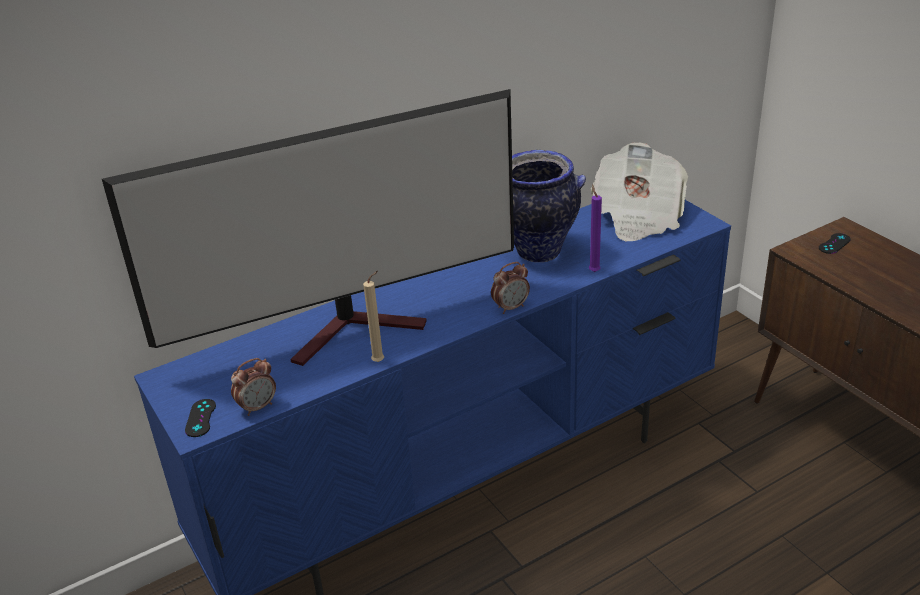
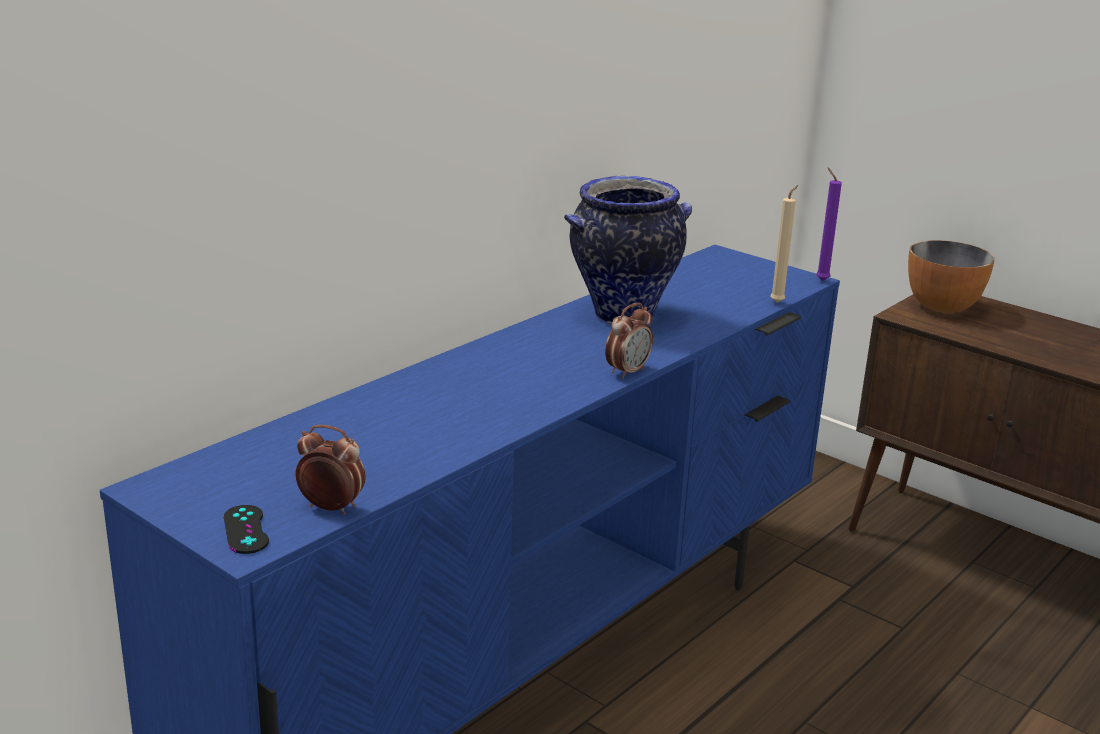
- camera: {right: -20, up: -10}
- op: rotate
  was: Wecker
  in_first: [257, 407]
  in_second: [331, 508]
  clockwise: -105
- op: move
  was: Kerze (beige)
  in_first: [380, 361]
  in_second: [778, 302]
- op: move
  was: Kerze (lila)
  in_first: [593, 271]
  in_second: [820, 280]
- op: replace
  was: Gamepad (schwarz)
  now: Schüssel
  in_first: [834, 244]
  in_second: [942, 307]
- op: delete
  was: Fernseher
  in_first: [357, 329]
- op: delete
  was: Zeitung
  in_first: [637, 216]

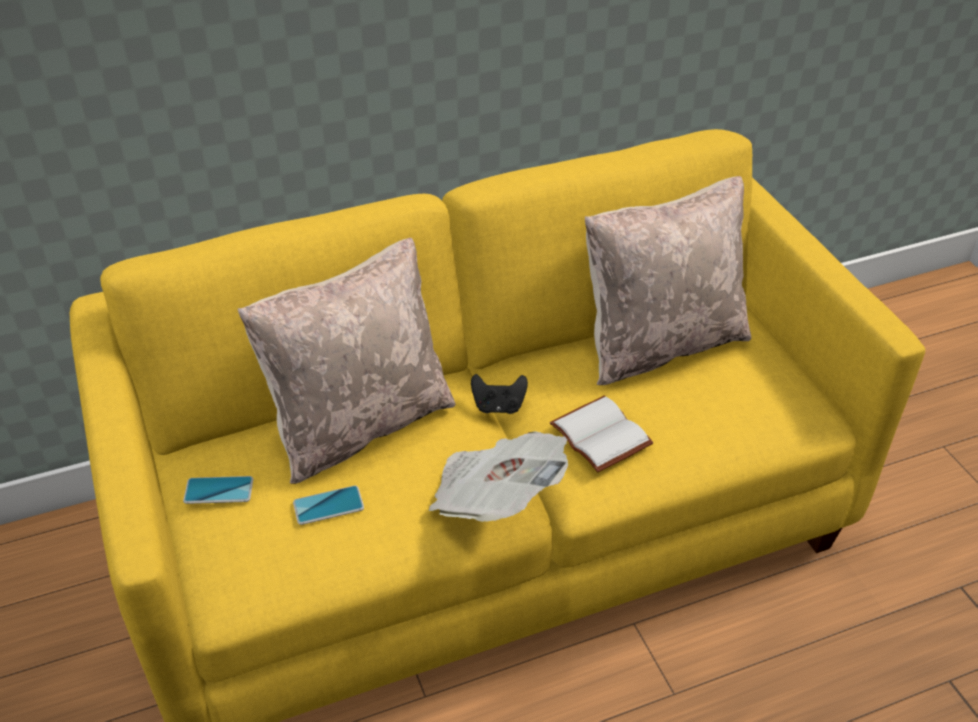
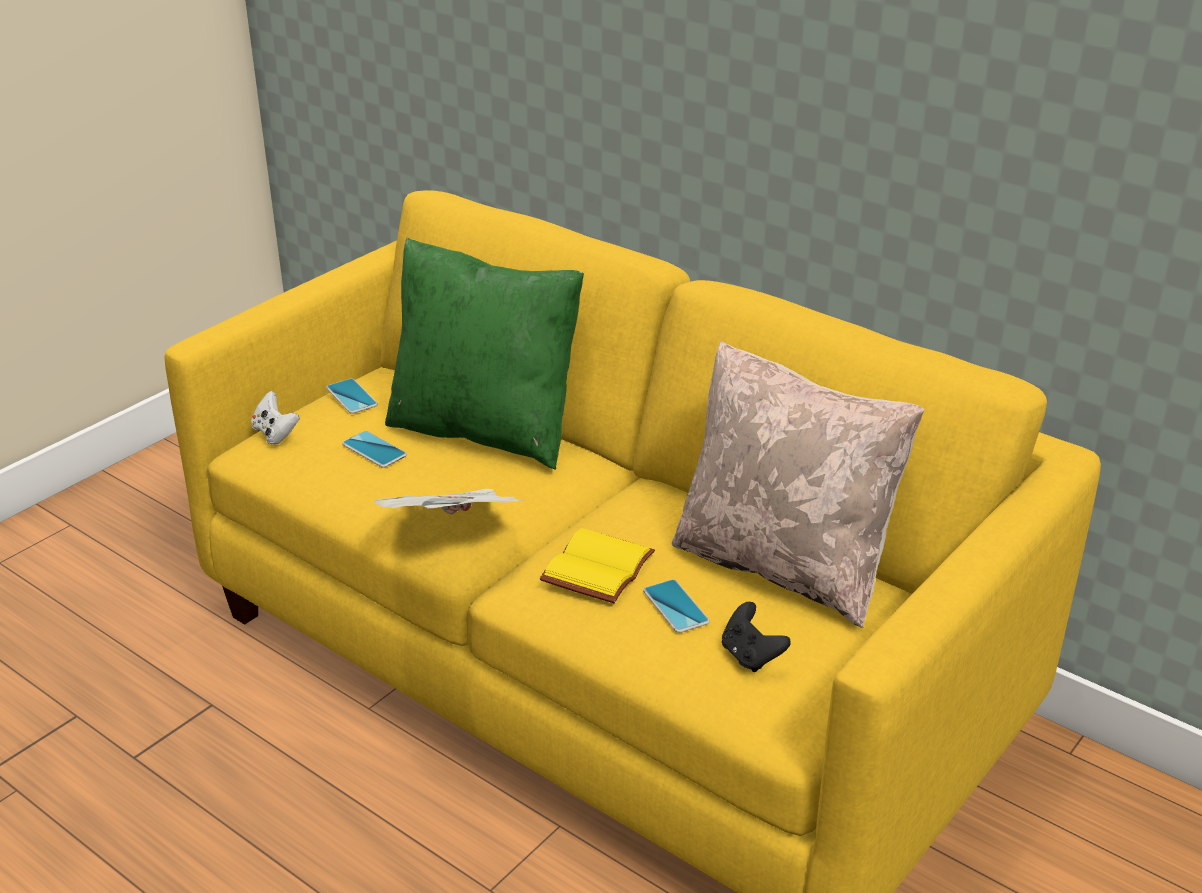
- camera: {right: 60, up: -10}
- op: insert
  now: Gamepad (weiß)
  in_second: [275, 434]
- op: recolor
  was: Kissen (beige)
  now: Kissen (grün)
  in_first: [359, 423]
  in_second: [486, 430]
- op: recolor
  was: Buch (weiß)
  now: Buch (gelb)
  in_first: [603, 435]
  in_second: [599, 570]
- op: insert
  now: Handy
  in_second: [675, 607]
- op: move
  was: Gamepad (schwarz)
  in_first: [498, 406]
  in_second: [750, 656]

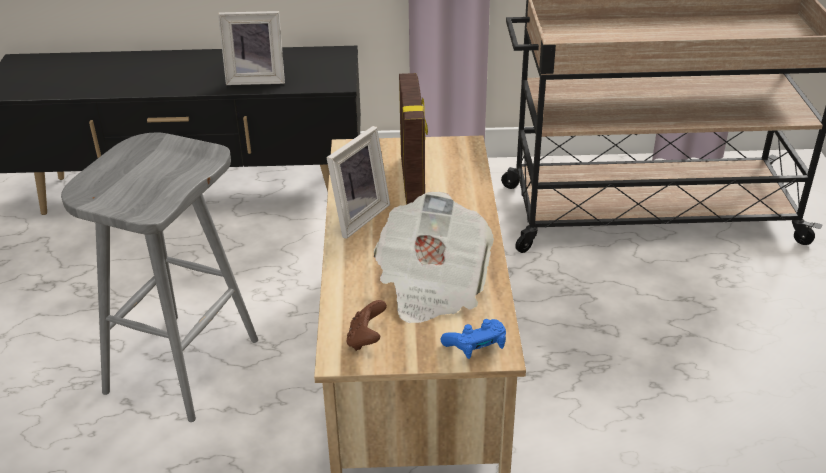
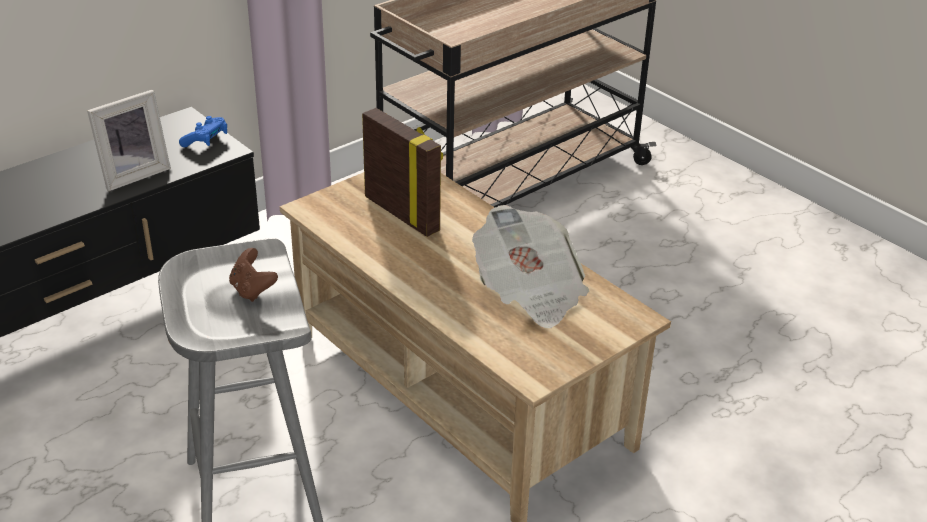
- camera: {right: -40, up: 0}
- op: move
  was: Gamepad (blau)
  in_first: [476, 346]
  in_second: [206, 140]
- op: move
  was: Gamepad (braun)
  in_first: [366, 339]
  in_second: [252, 290]
- op: delete
  was: Bilderrahmen
  in_first: [356, 217]

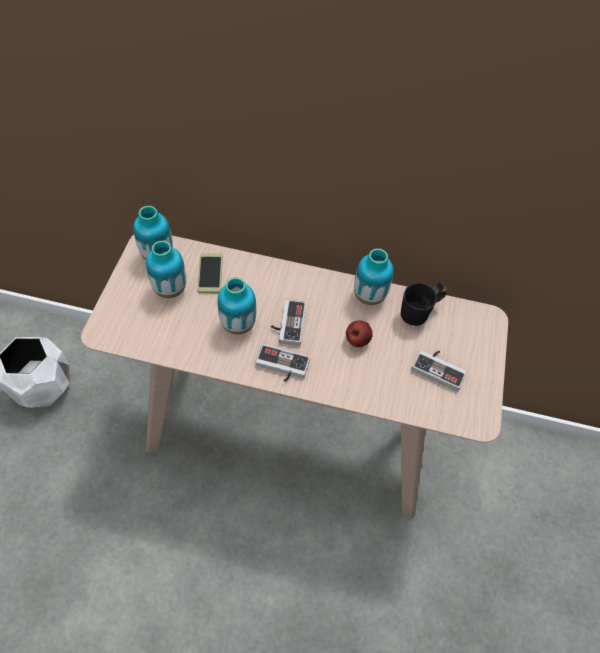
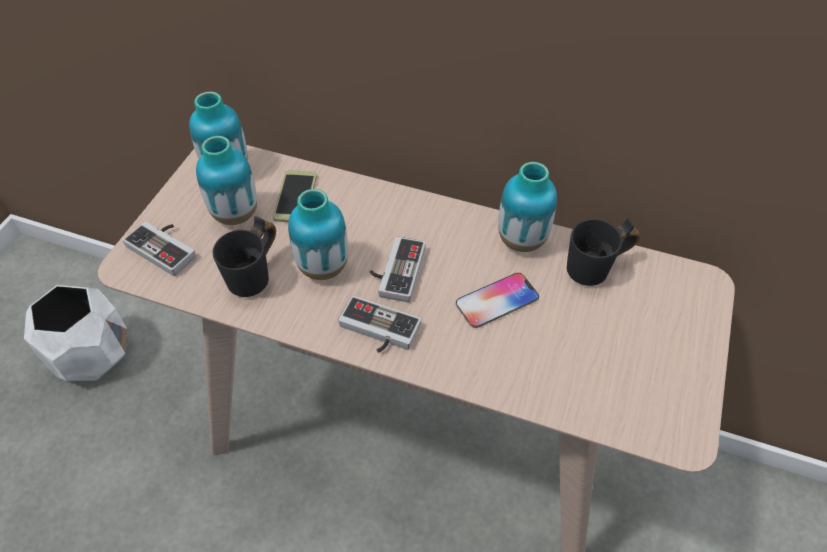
- camera: {right: 10, up: -5}
- op: move
  was: Gamepad
  in_first: [439, 368]
  in_second: [166, 247]
- op: insert
  now: Henkelbecher (schwarz)
  in_second: [259, 277]
- op: replace
  was: Apfel
  now: Handy
  in_first: [357, 340]
  in_second: [497, 301]

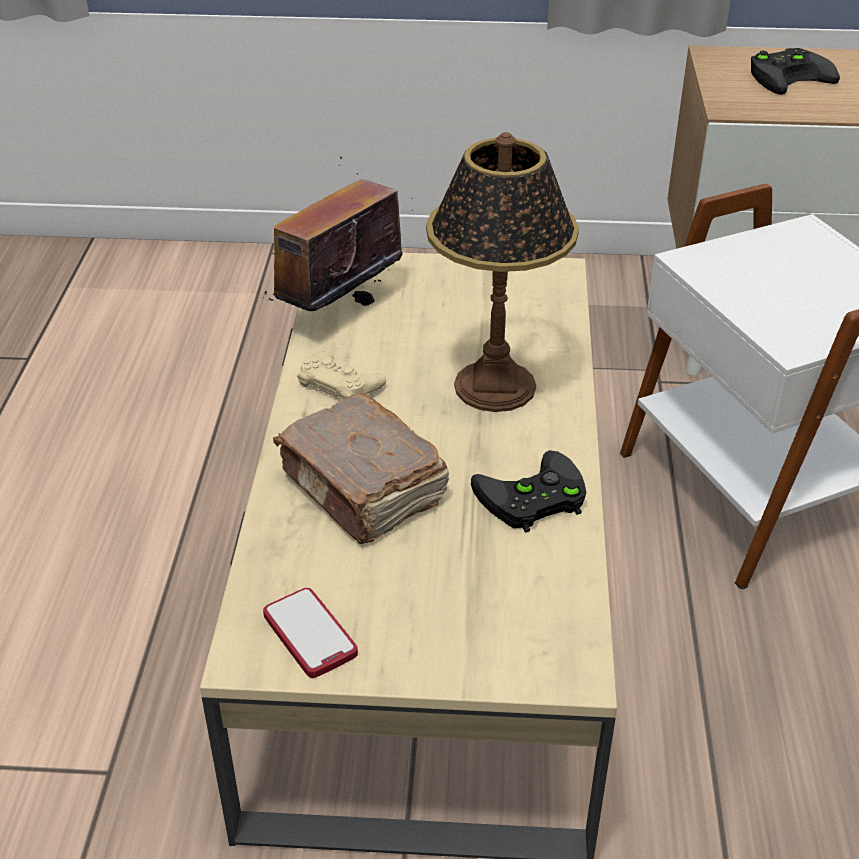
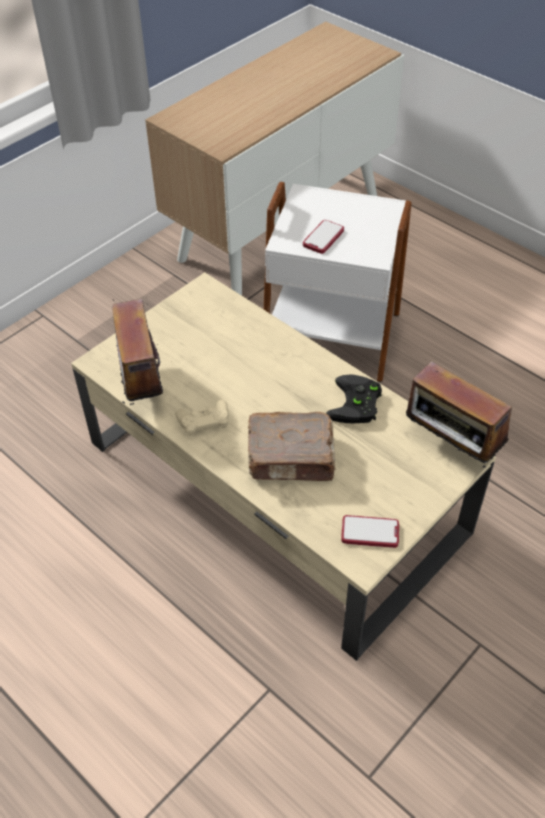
- camera: {right: -50, up: 10}
- op: insert
  now: Handy
  in_second: [323, 238]
- op: insert
  now: Radio
  in_second: [450, 447]
- op: delete
  was: Tischlampe
  in_first: [496, 387]
- op: delete
  was: Gamepad (schwarz)
  in_first: [789, 76]

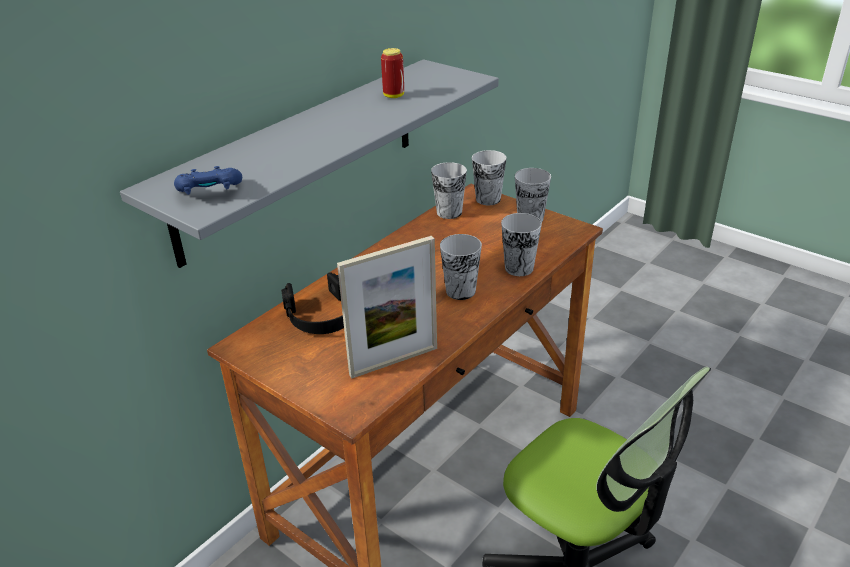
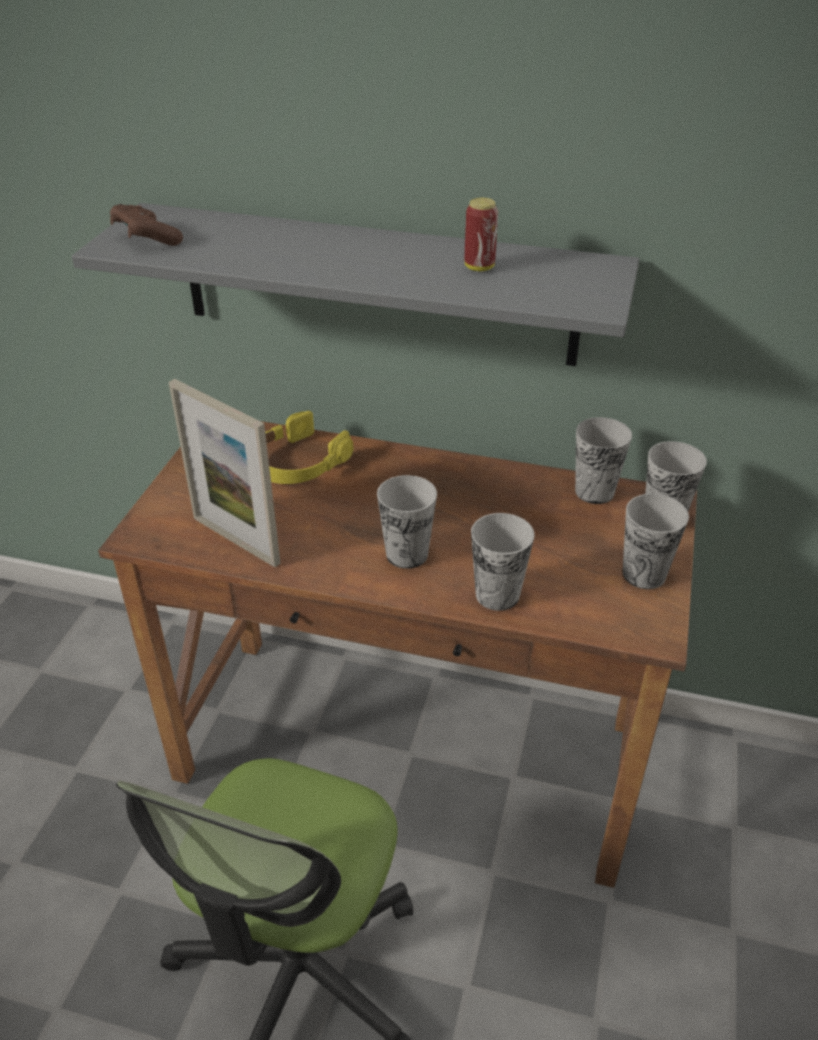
- camera: {right: 65, up: 5}
- op: recolor
  was: Gamepad (blau)
  now: Gamepad (braun)
  in_first: [210, 194]
  in_second: [146, 239]
- op: recolor
  was: Kopfhörer (schwarz)
  now: Kopfhörer (gelb)
  in_first: [321, 315]
  in_second: [298, 462]

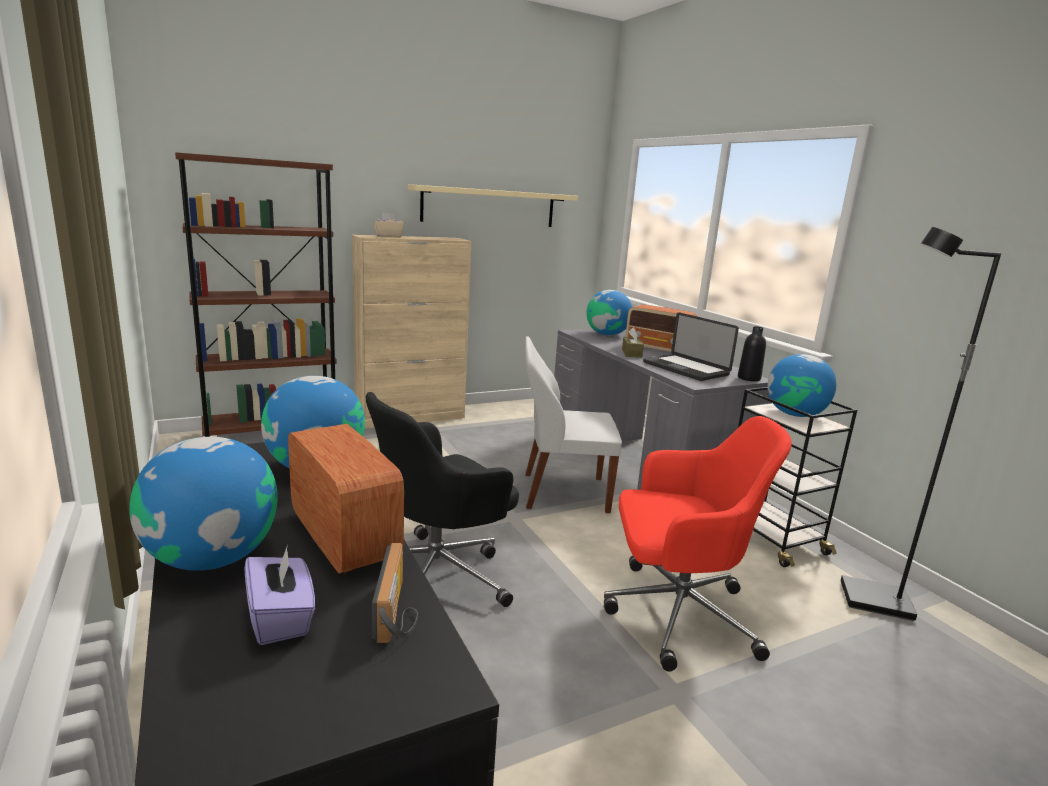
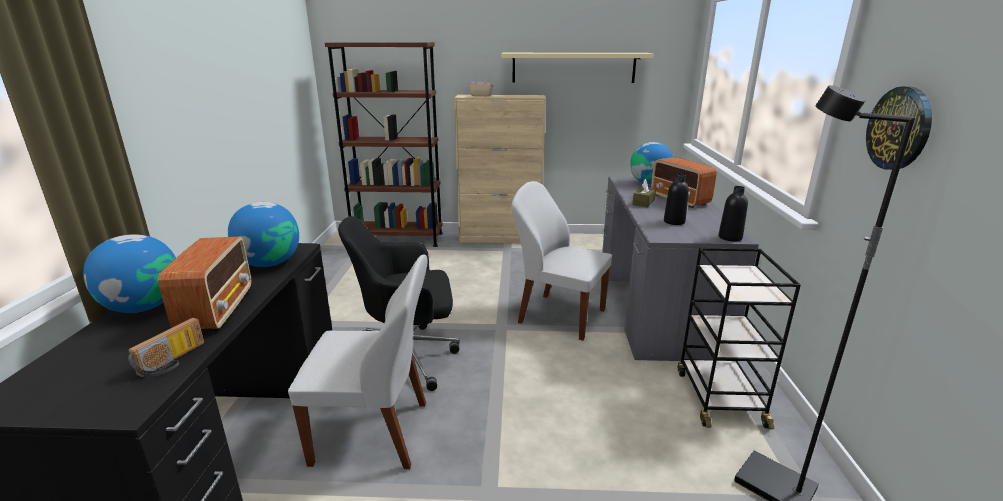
- camera: {right: 30, up: 5}
- op: insert
  now: Stuhl (weiß)
  in_second: [375, 433]
- op: replace
  was: Laptop
  now: Flasche (schwarz)
  in_first: [685, 369]
  in_second: [674, 222]
- op: insert
  now: Wanduhr
  in_second: [899, 128]
- op: delete
  was: Taschentuchbox (lila)
  in_first: [281, 618]
- op: delete
  was: Bürostuhl (rot)
  in_first: [675, 614]
- op: delete
  was: Globus
  in_first: [795, 414]

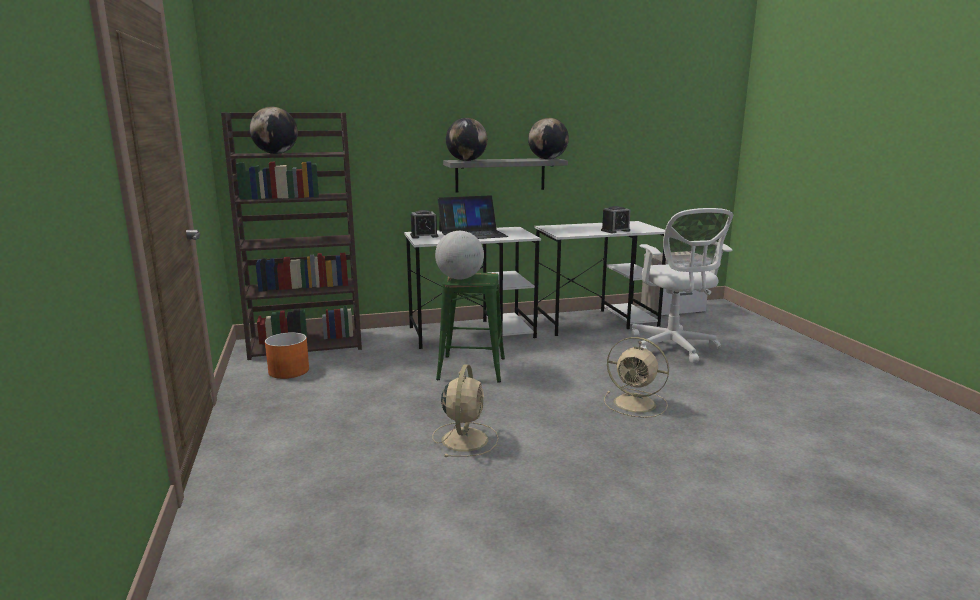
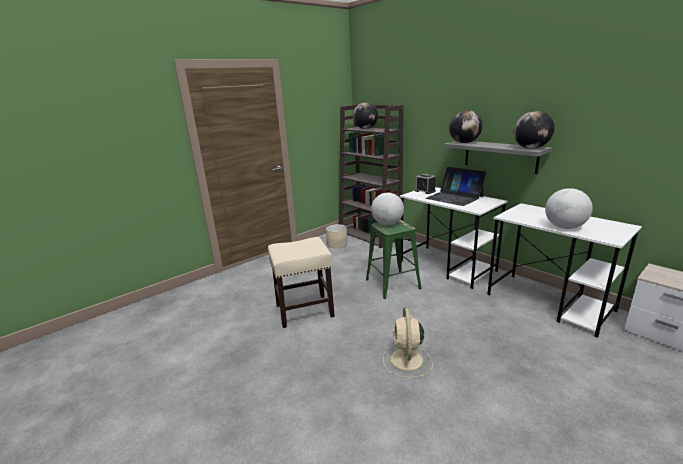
- camera: {right: 65, up: 5}
- op: replace
  was: Ventilator (beige)
  now: Hocker (beige)
  in_first: [465, 438]
  in_second: [305, 310]
- op: recolor
  was: Pflanzkübel (orange)
  now: Pflanzkübel (beige)
  in_first: [288, 371]
  in_second: [337, 244]
- op: replace
  was: Wecker
  now: Globus
  in_first: [615, 231]
  in_second: [564, 227]
- op: delete
  was: Bürostuhl (weiß)
  in_first: [673, 348]

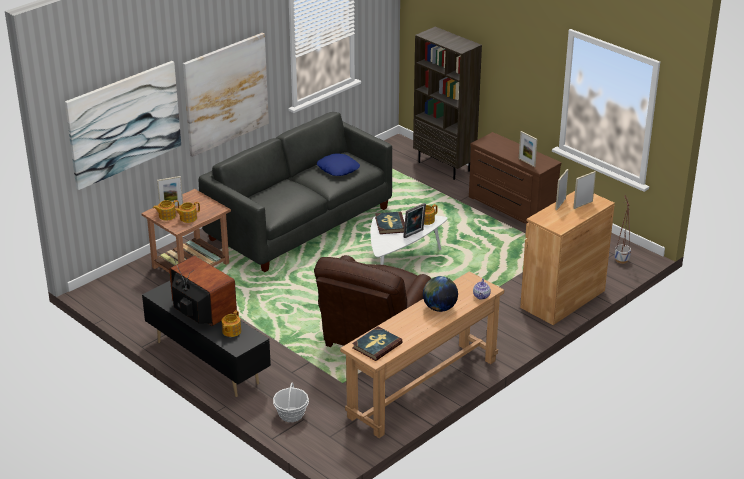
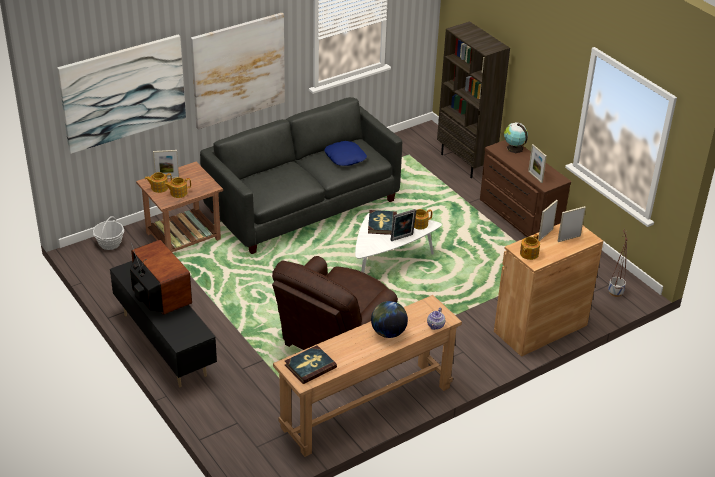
- camera: {right: 10, up: 5}
- op: move
  was: Korb
  in_first: [291, 414]
  in_second: [110, 243]
- op: insert
  now: Globus
  in_second: [514, 148]
- op: move
  was: Teekanne
  in_first: [231, 331]
  in_second: [528, 254]

